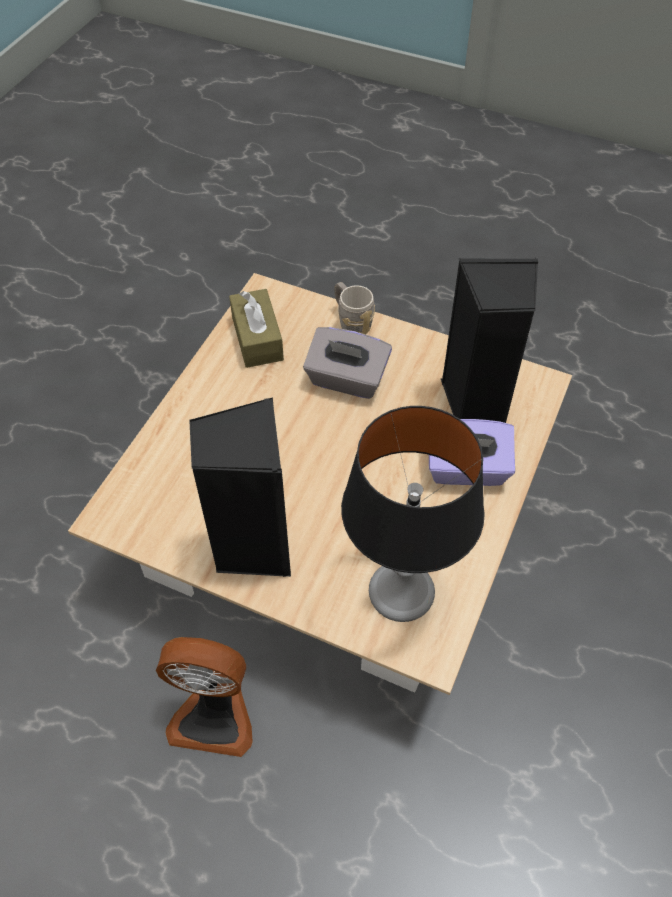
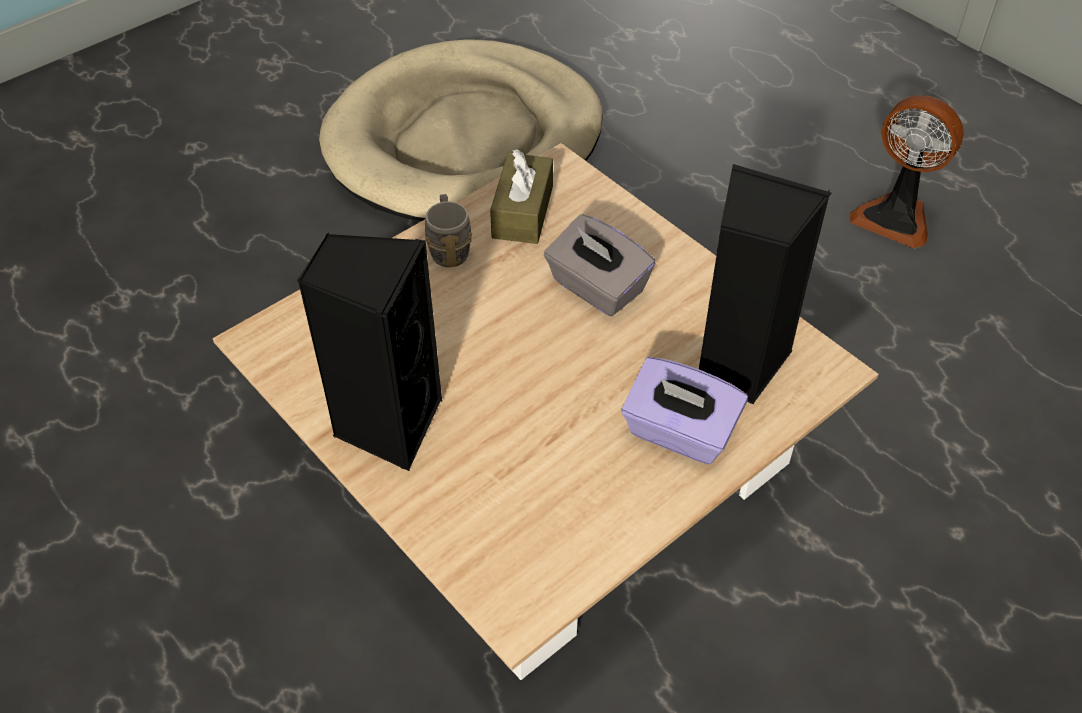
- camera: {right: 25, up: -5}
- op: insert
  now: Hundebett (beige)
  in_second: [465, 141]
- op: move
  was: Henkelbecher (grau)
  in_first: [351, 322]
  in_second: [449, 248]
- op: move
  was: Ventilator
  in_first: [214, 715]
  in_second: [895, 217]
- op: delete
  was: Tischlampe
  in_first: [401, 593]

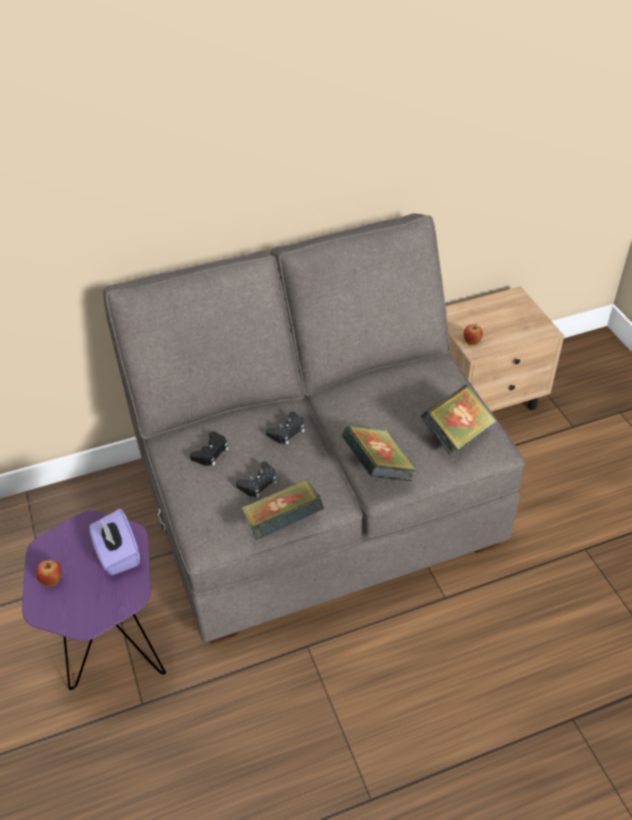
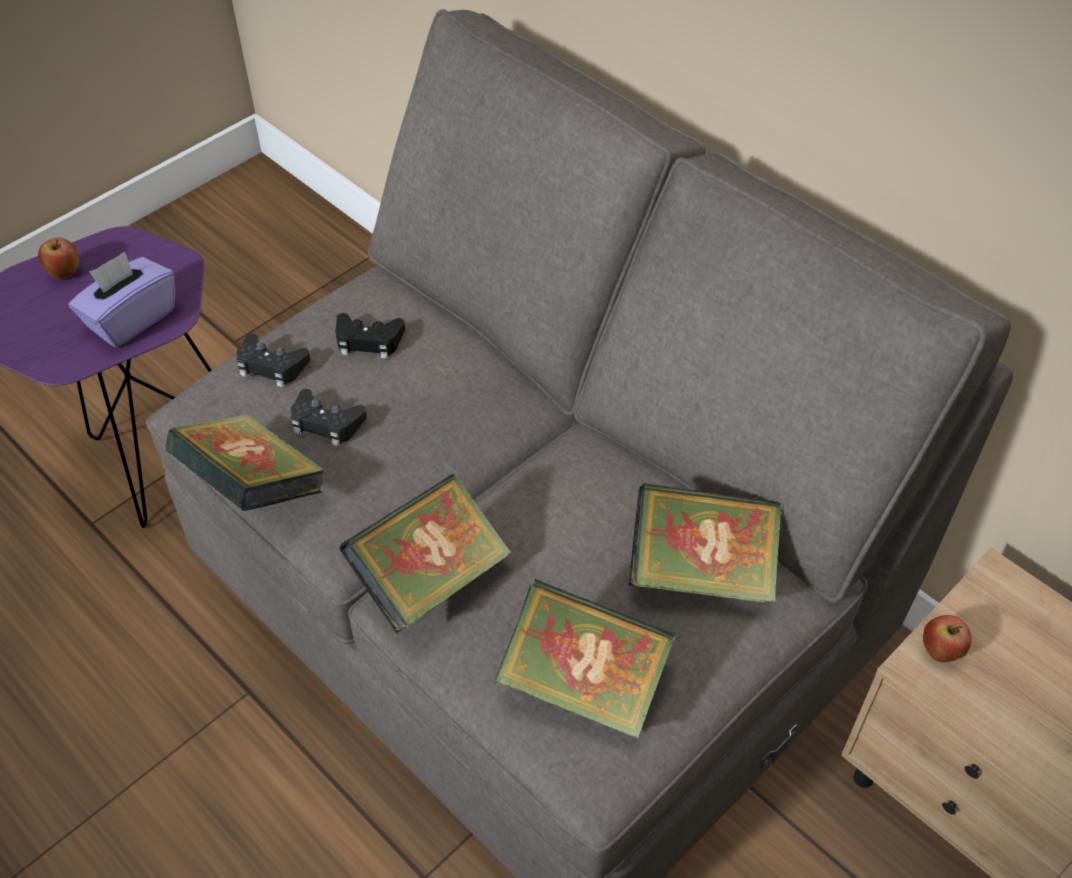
- camera: {right: 65, up: 5}
- op: move
  was: Gamepad (schwarz)
  in_first: [287, 431]
  in_second: [271, 366]
- op: insert
  now: Buch
  in_second: [701, 571]

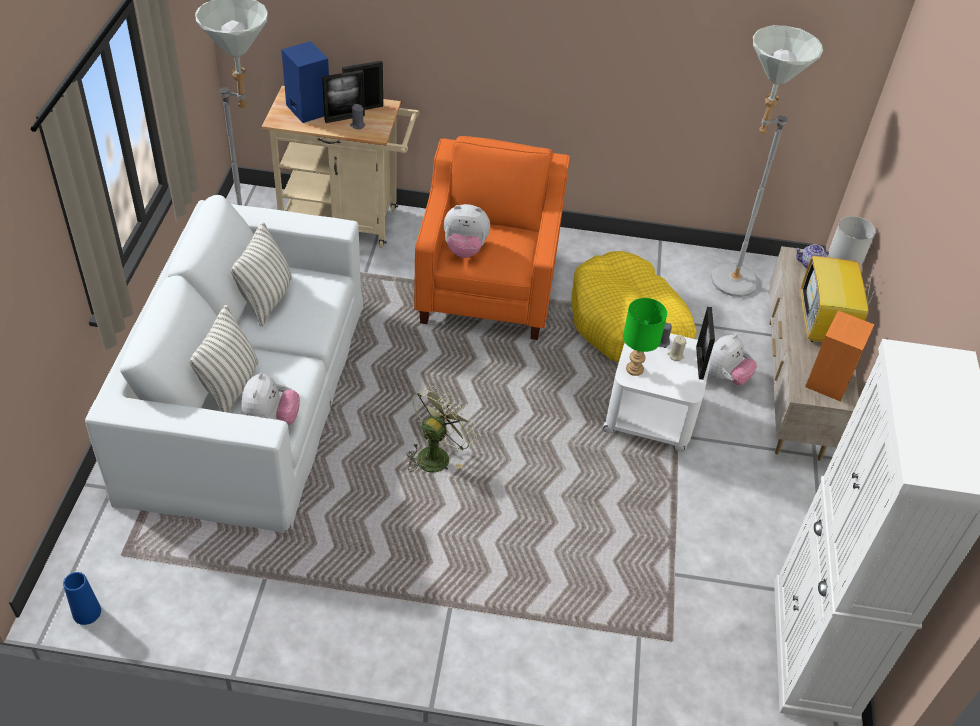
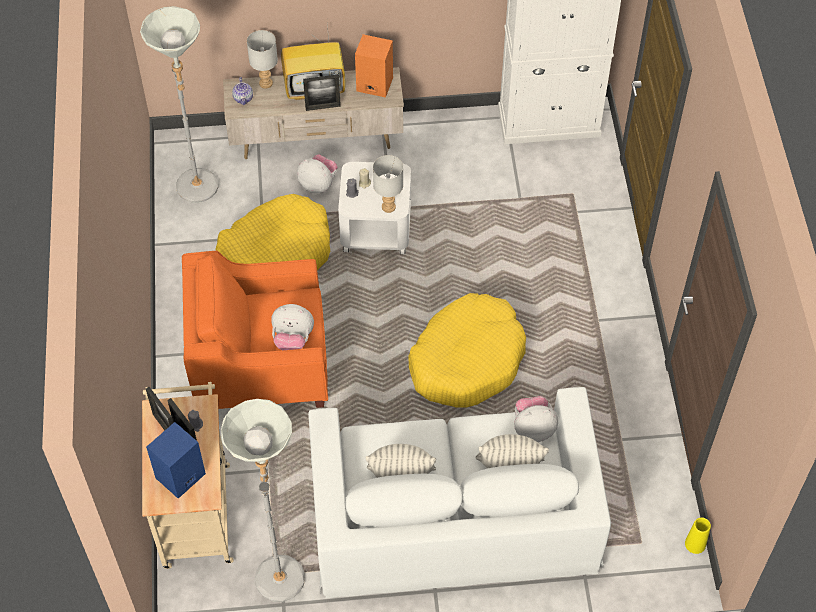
- camera: {right: -100, up: 10}
- op: rotate
  was: Plüschtier
  in_first: [465, 249]
  in_second: [293, 339]
  clockwise: 105
- op: move
  was: Bilderrahmen
  in_first: [699, 362]
  in_second: [323, 107]
- op: recolor
  was: Tischlampe (grün)
  now: Tischlampe (grau)
  in_first: [634, 368]
  in_second: [388, 207]
- op: replace
  was: Ventilator (grün)
  now: Hundebett (gelb)
  in_first: [437, 454]
  in_second: [467, 359]
- op: recolor
  was: Vase (blau)
  now: Vase (gelb)
  in_first: [87, 612]
  in_second: [695, 544]

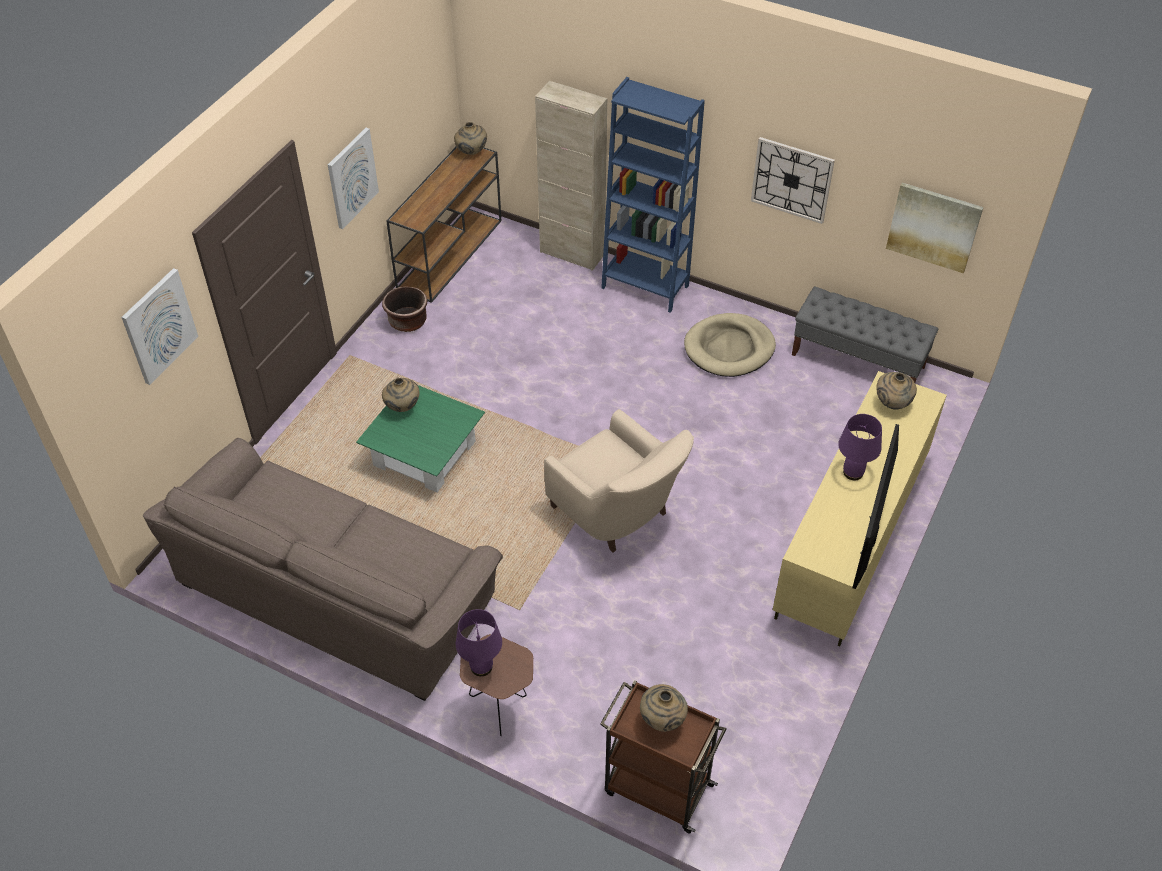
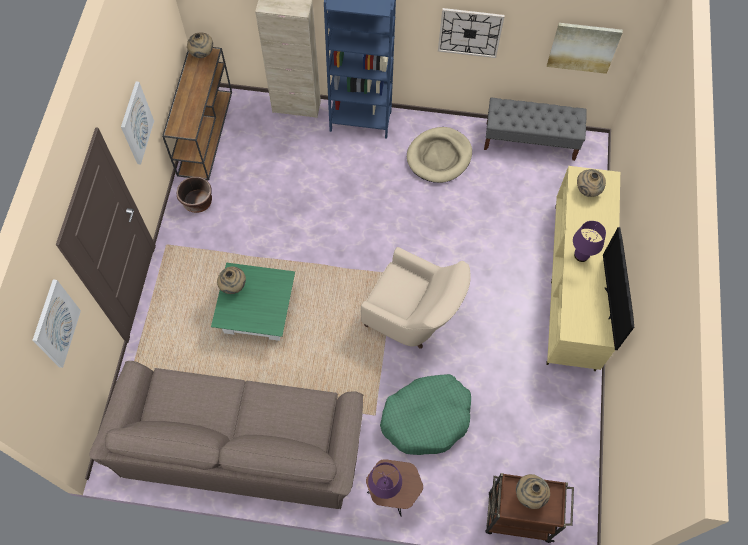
- camera: {right: -20, up: 15}
- op: insert
  now: Hundebett (grün)
  in_second: [426, 418]

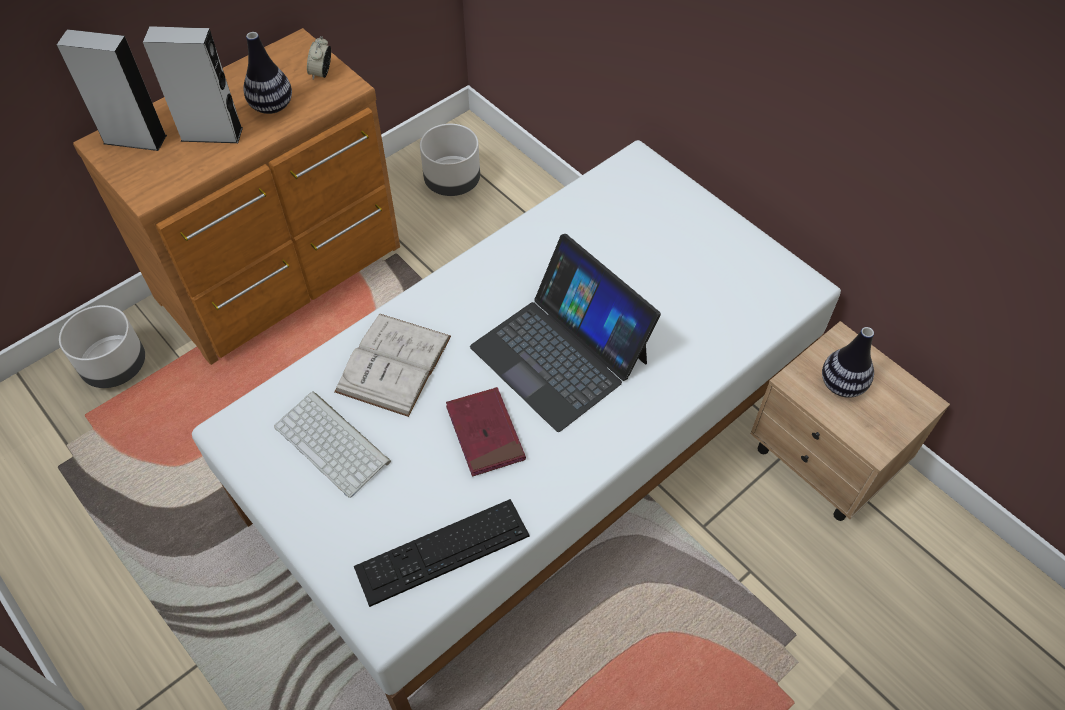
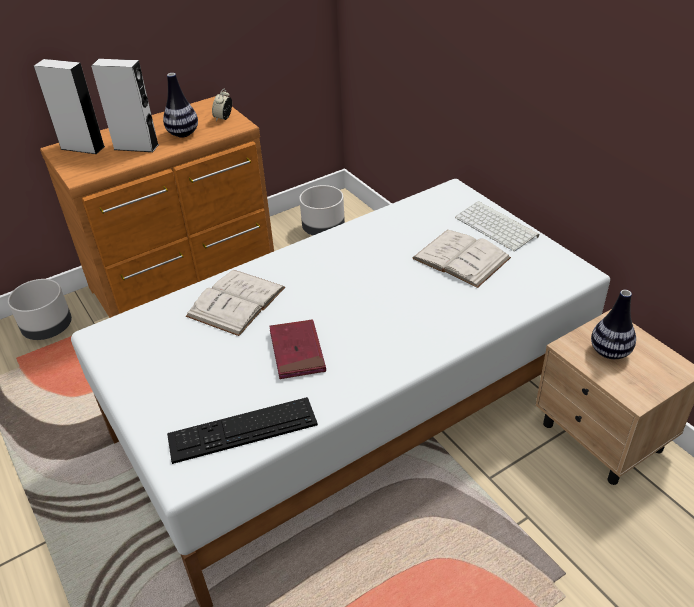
- camera: {right: 10, up: -15}
- op: insert
  now: Buch (weiß)
  in_second: [461, 258]
- op: move
  was: Tastatur
  in_first: [334, 443]
  in_second: [497, 227]
- op: delete
  was: Laptop
  in_first: [560, 353]

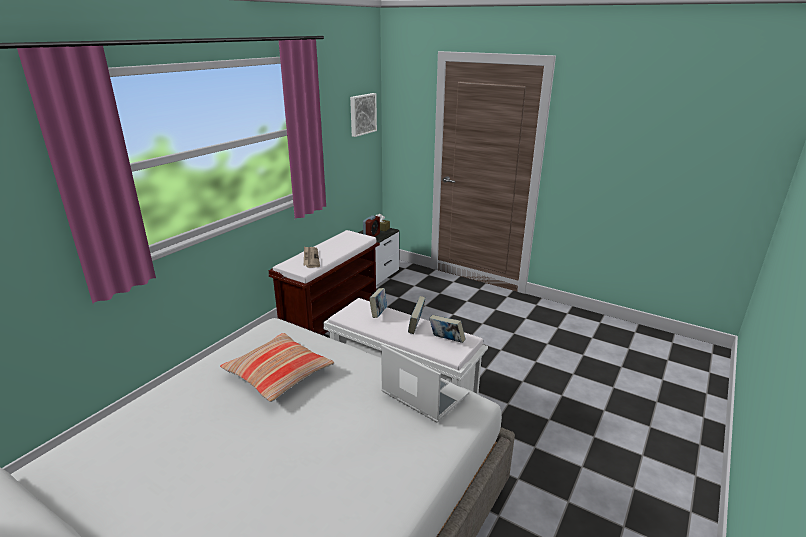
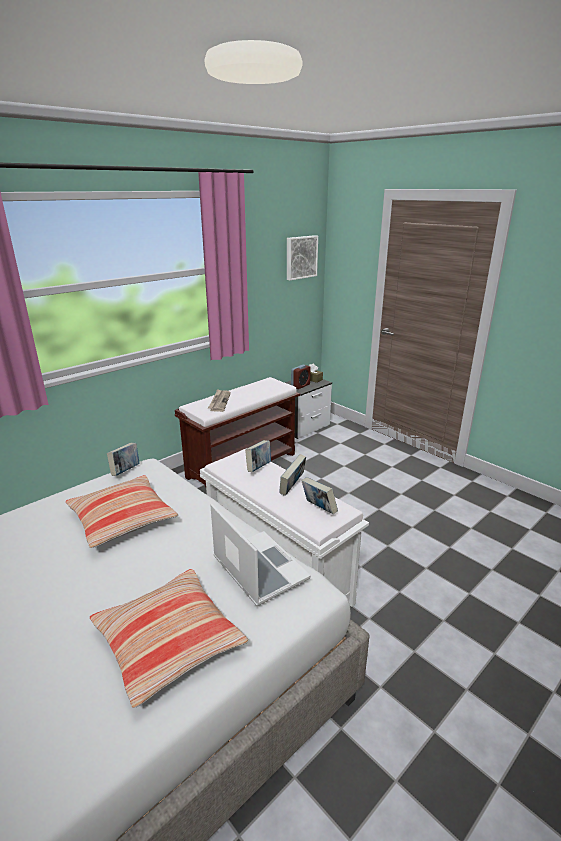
- camera: {right: 15, up: 0}
- op: insert
  now: Kissen
  in_second: [169, 641]
- op: insert
  now: Buch
  in_second: [126, 471]

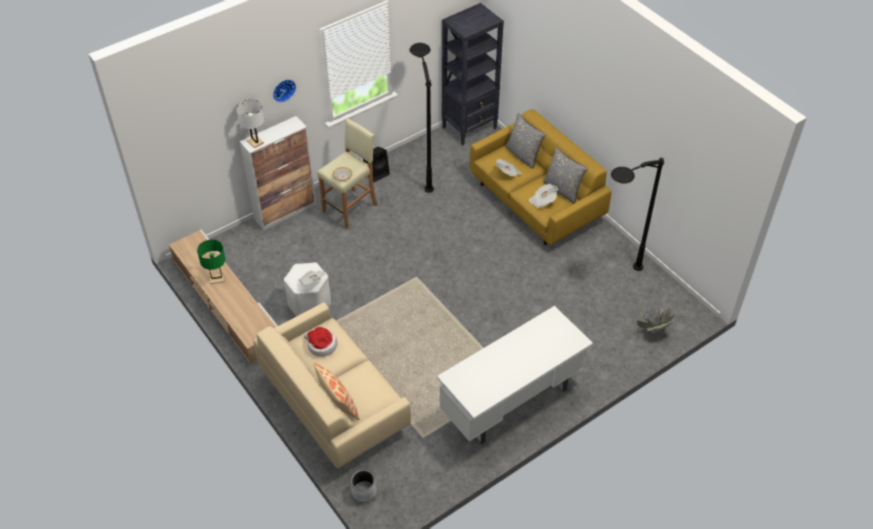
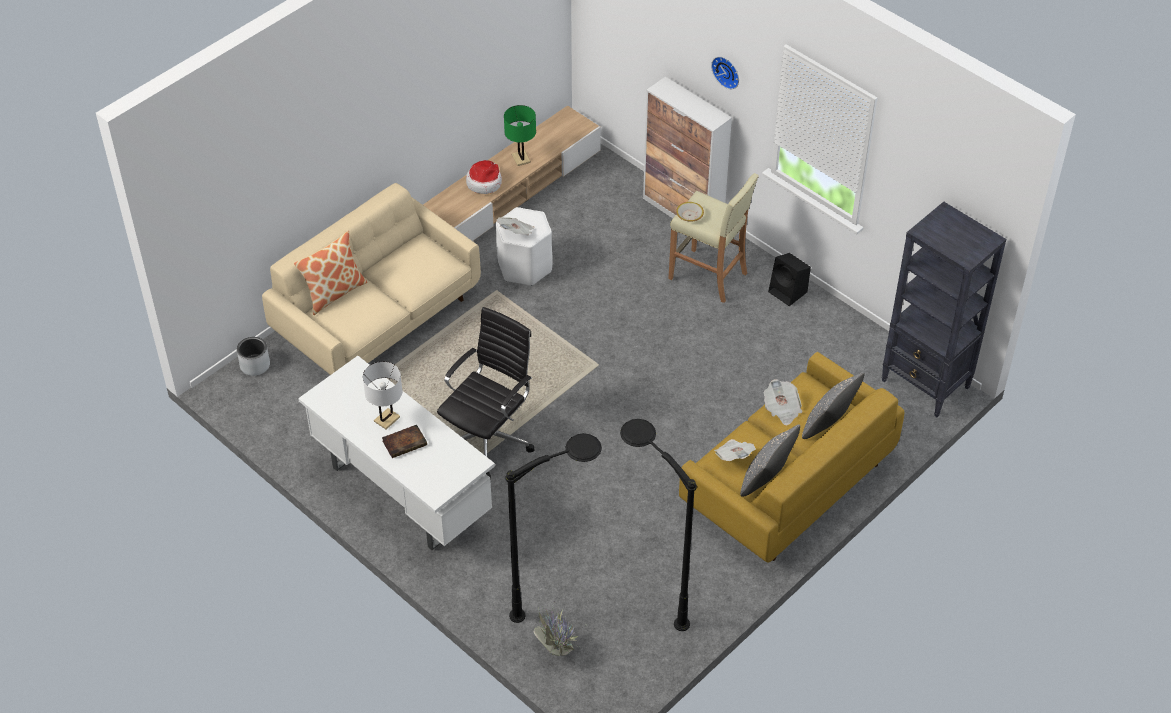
- camera: {right: 80, up: 0}
- op: move
  was: Tischlampe (weiß)
  in_first: [255, 142]
  in_second: [387, 419]
- op: insert
  now: Buch
  in_second: [405, 442]
- op: insert
  now: Bürostuhl (schwarz)
  in_second: [488, 439]
- op: move
  was: Hut
  in_first: [321, 345]
  in_second: [484, 182]
- op: move
  was: Stehlampe (schwarz)
  in_first: [423, 169]
  in_second: [565, 601]

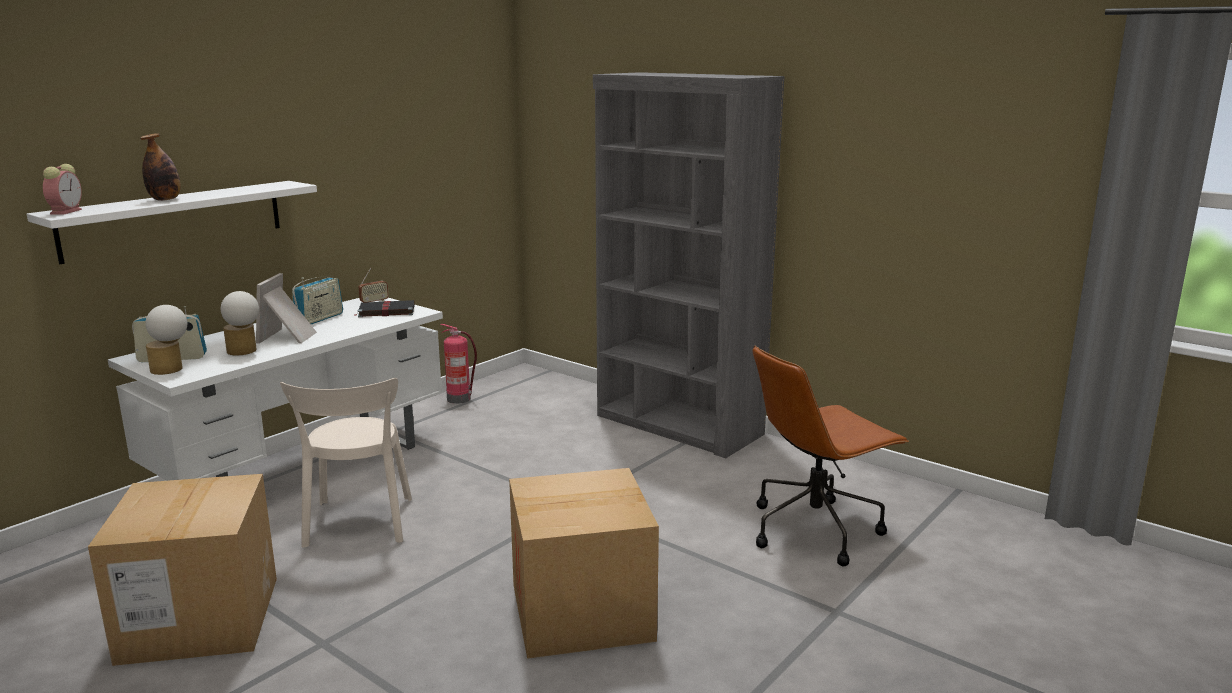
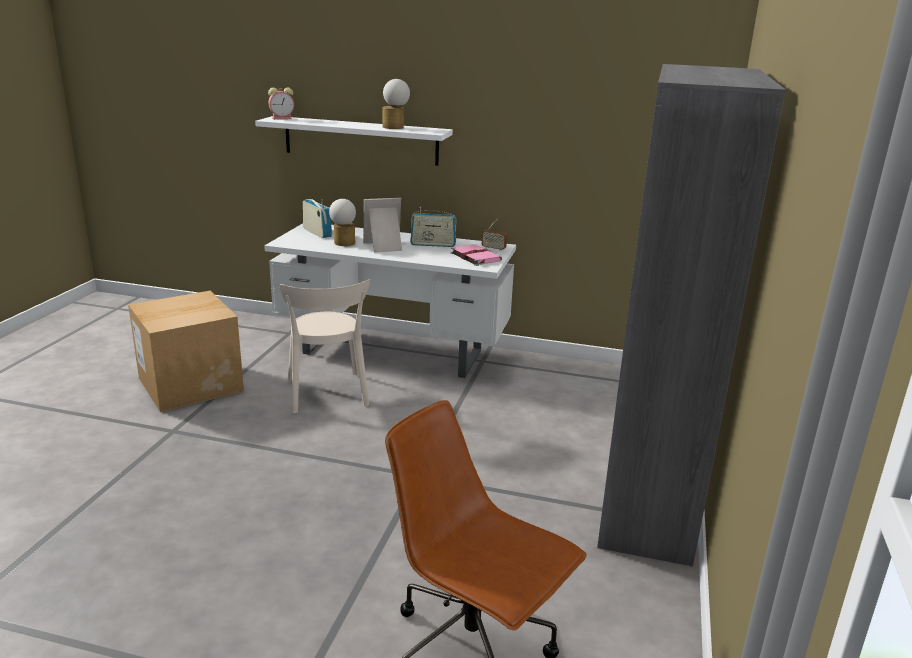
- camera: {right: 65, up: 5}
- op: rotate
  was: Stuhl (beige)
  in_first: [358, 525]
  in_second: [327, 395]
  clockwise: -75
- op: move
  was: Tischlampe
  in_first: [171, 369]
  in_second: [395, 127]
- op: recolor
  was: Buch (schwarz)
  now: Buch (rosa)
  in_first: [385, 311]
  in_second: [475, 256]
- op: delete
  was: Flasche
  in_first: [165, 199]
- op: delete
  was: Feuerlöscher
  in_first: [460, 399]
- op: delete
  was: Karton
  in_first: [581, 612]

